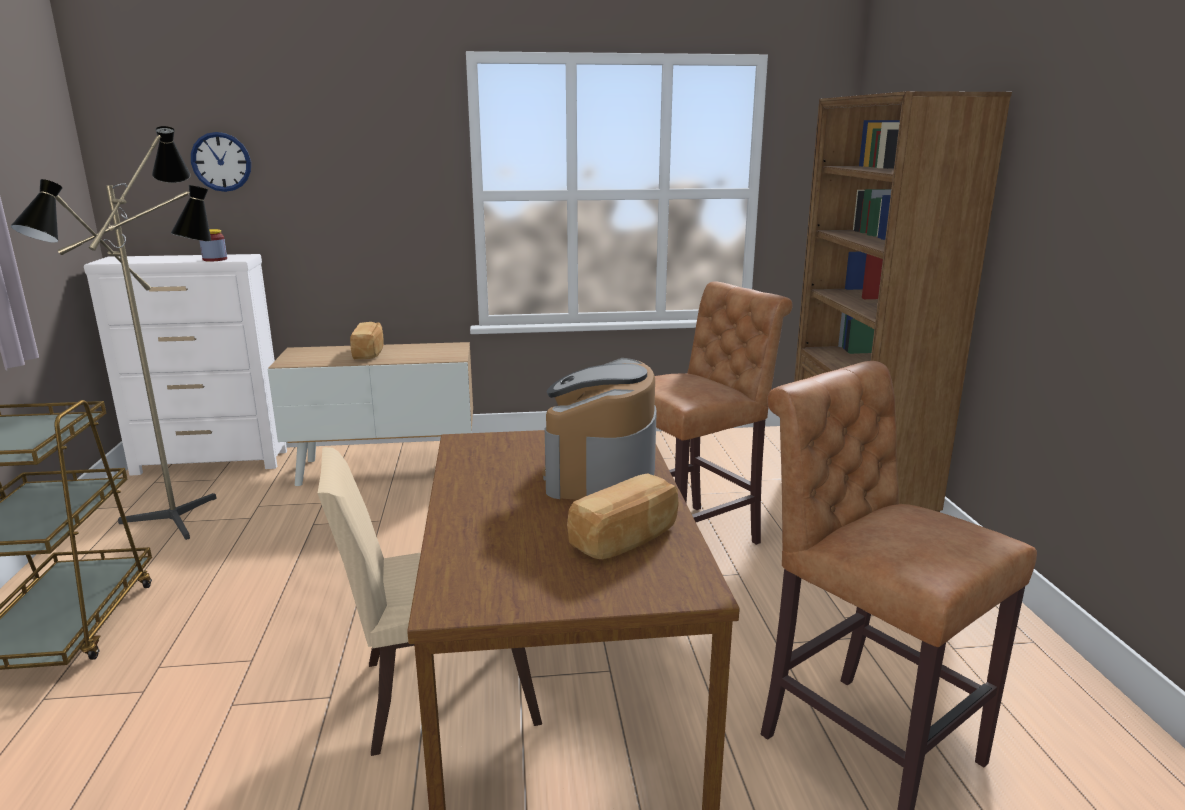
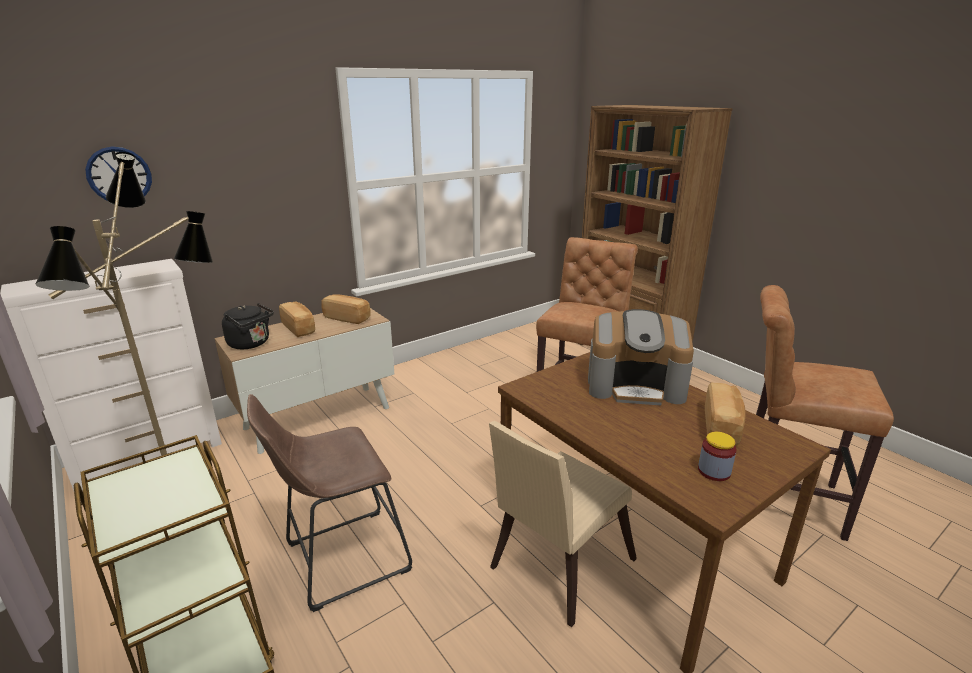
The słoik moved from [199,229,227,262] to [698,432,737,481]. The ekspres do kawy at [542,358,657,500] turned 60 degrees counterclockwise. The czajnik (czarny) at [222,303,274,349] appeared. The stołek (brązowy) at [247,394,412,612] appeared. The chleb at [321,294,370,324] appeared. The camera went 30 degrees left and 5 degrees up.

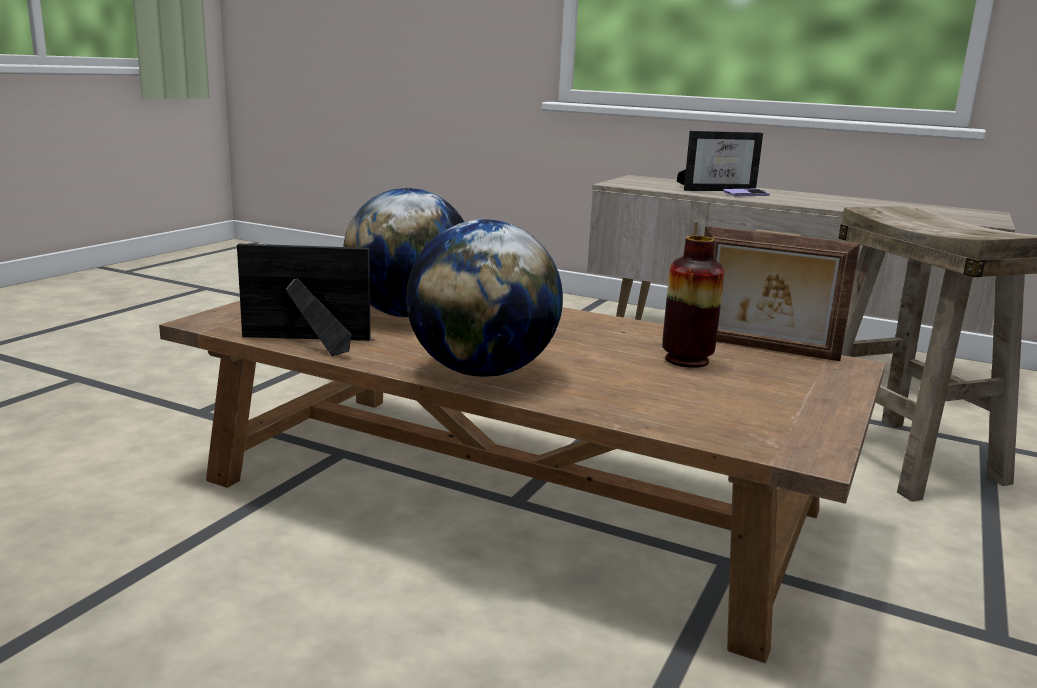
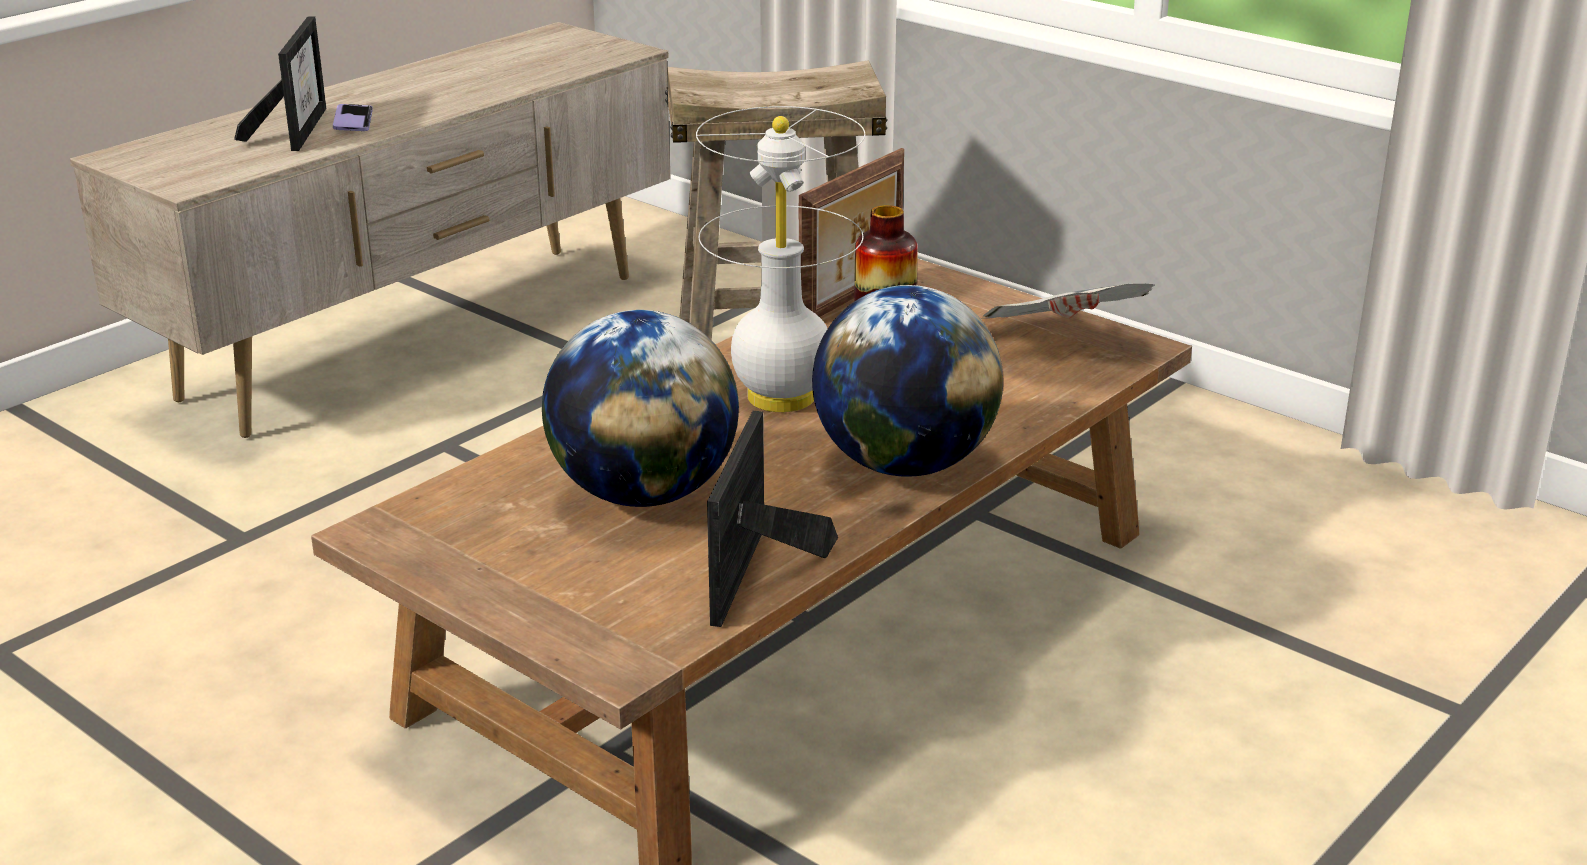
The lampa stołowa (biały) at [696,106,866,412] appeared. The gazeta at [983,284,1155,319] appeared. The camera went 75 degrees left and 10 degrees up.

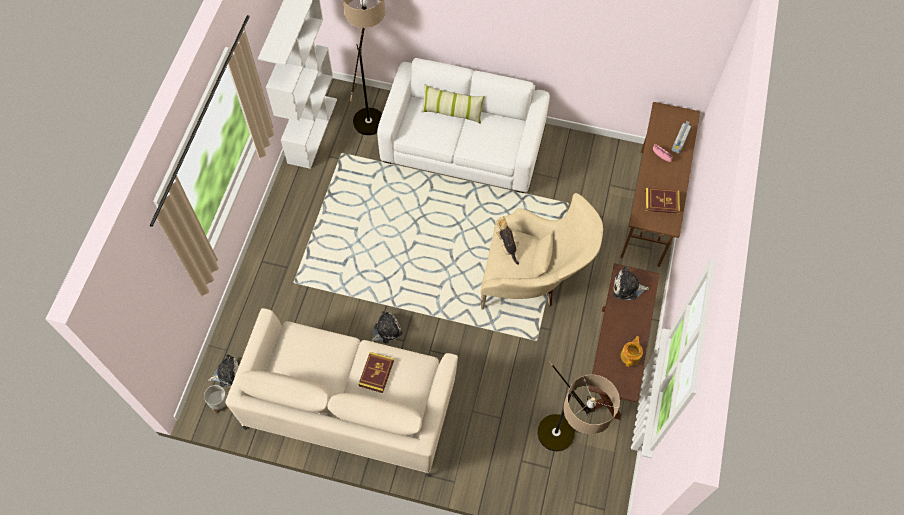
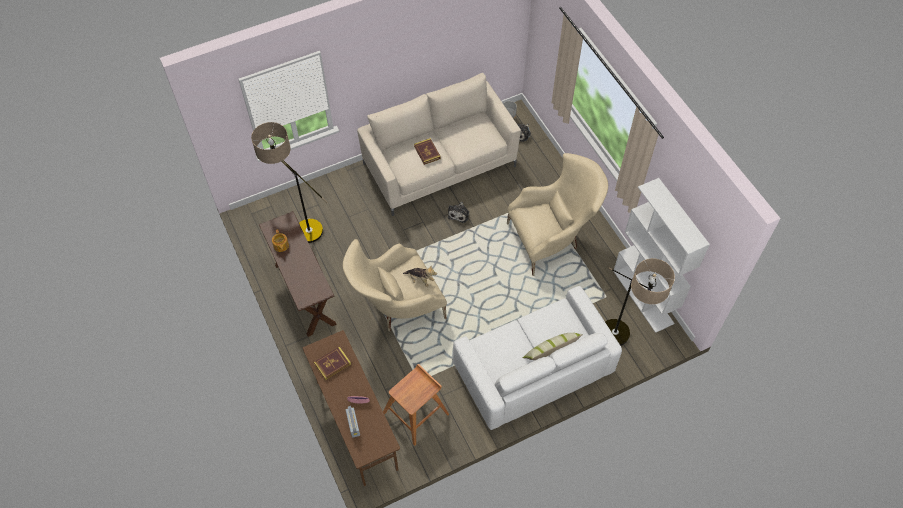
The pluszak at [613,266,649,300] disappeared. The stołek (brązowy) at [383,364,449,446] appeared. The fotel (beżowy) at [507,153,608,276] appeared. The camera went 140 degrees right and 5 degrees down.

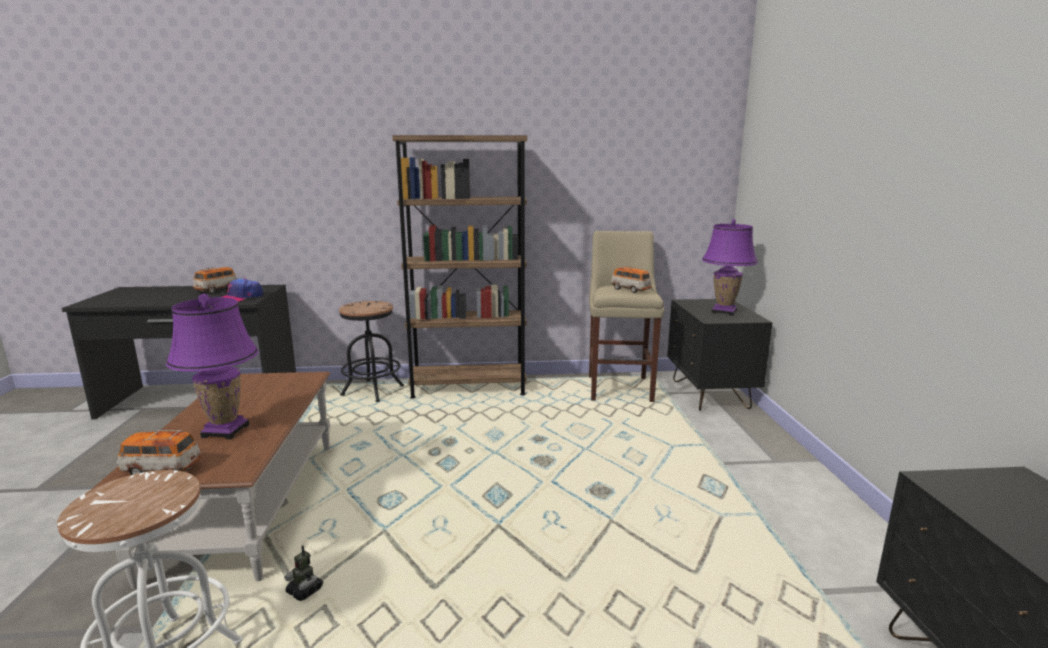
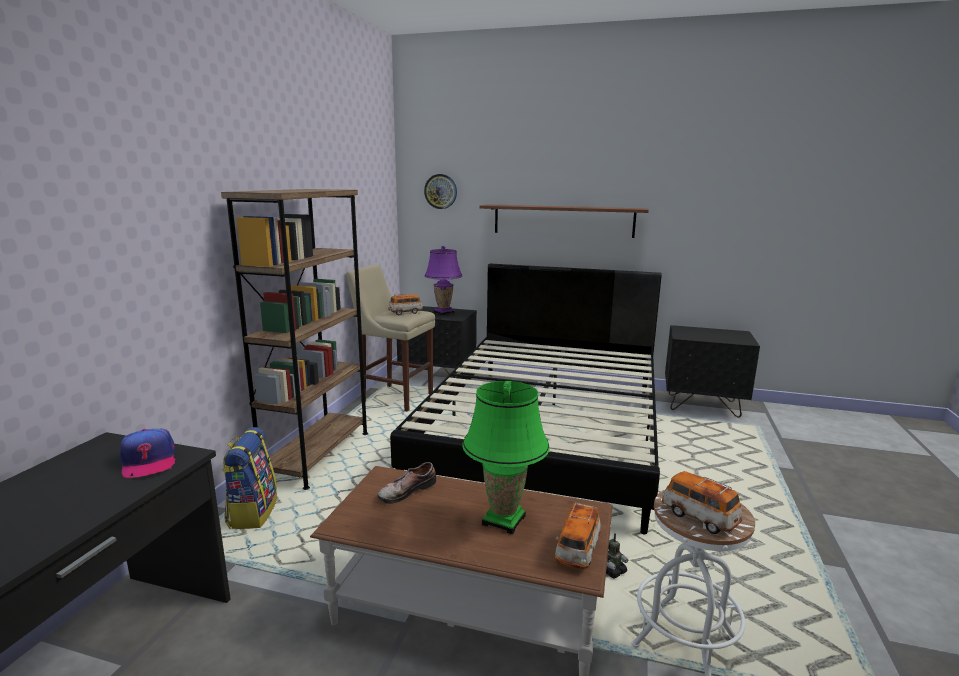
The lampa stołowa (fioletowy) at [166,294,259,439] became the lampa stołowa (zielony) at [462,381,550,534]. The samochodzik moved from [193,267,238,294] to [662,471,742,534]. The stołek (czarny) at [339,301,404,402] was replaced by the plecak at [222,427,277,529]. The but at [377,462,436,504] appeared. The łóżko (czarny) at [390,264,662,535] appeared. The zegar ścienny at [424,174,457,209] appeared. The półka at [479,205,649,238] appeared. The camera went 70 degrees left and 0 degrees up.

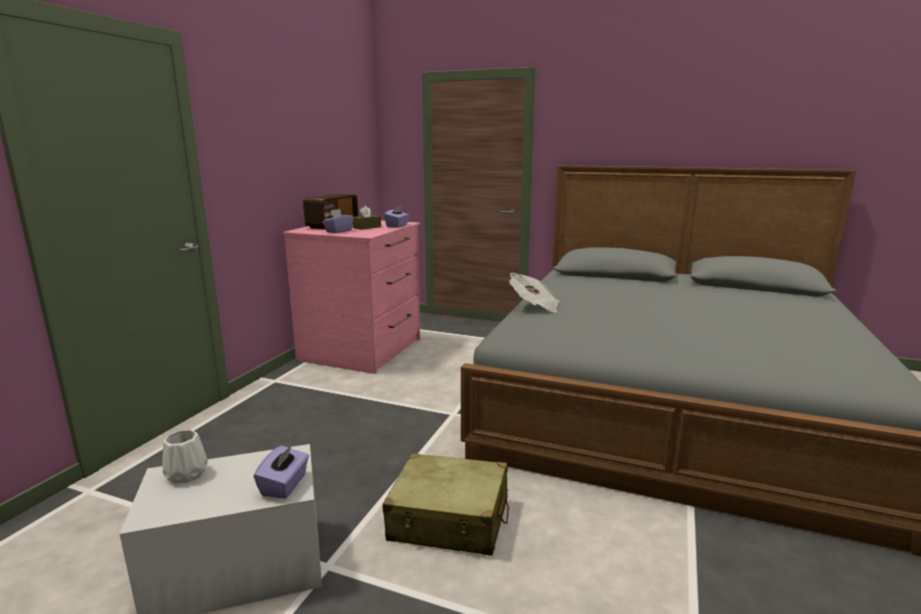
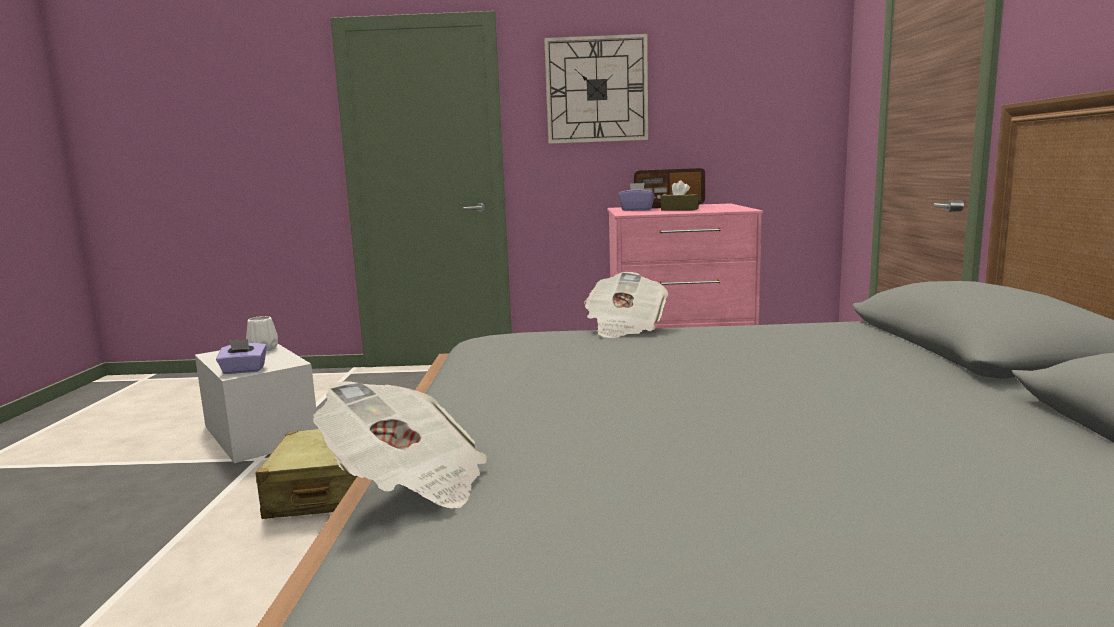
The pudełko chusteczek (fioletowy) at [384,206,409,228] disappeared. The gazeta at [313,381,487,508] appeared. The zegar ścienny at [544,34,648,144] appeared. The camera went 70 degrees right and 5 degrees down.

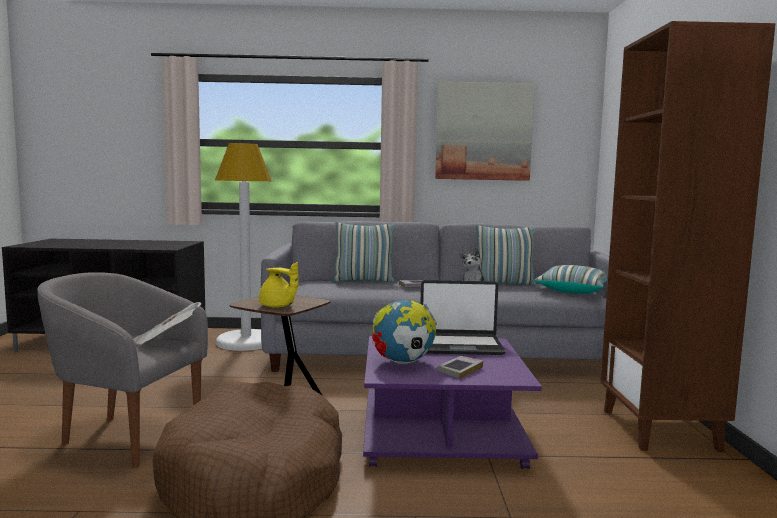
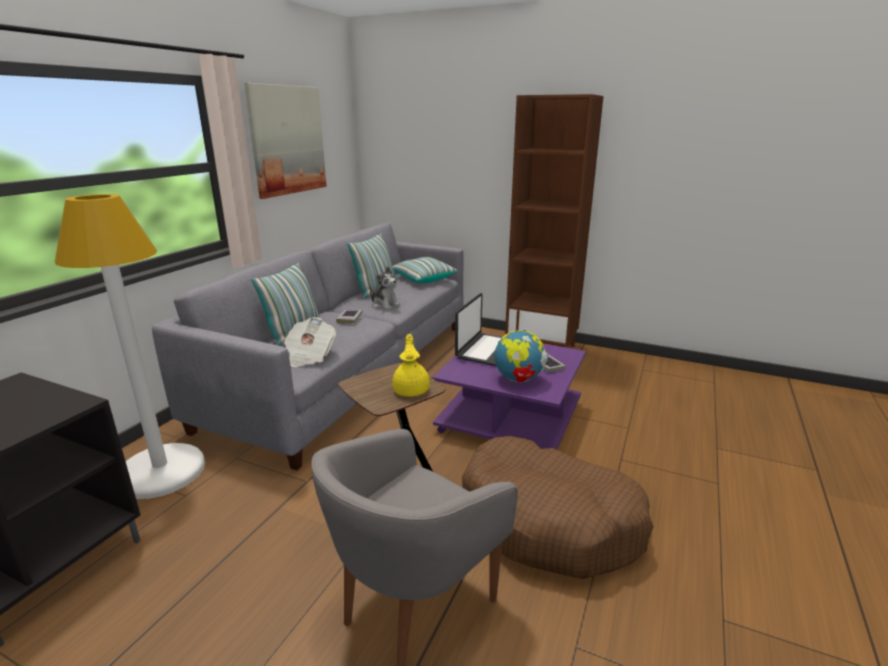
The gazeta moved from [133,302,201,345] to [284,317,336,367]. The imbryk (żółty) at [259,262,299,308] turned 60 degrees counterclockwise. The camera went 65 degrees left and 15 degrees up.

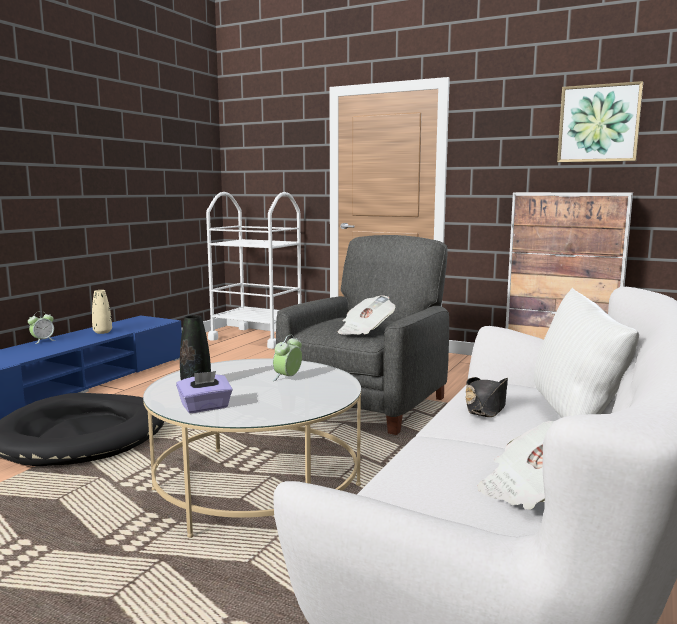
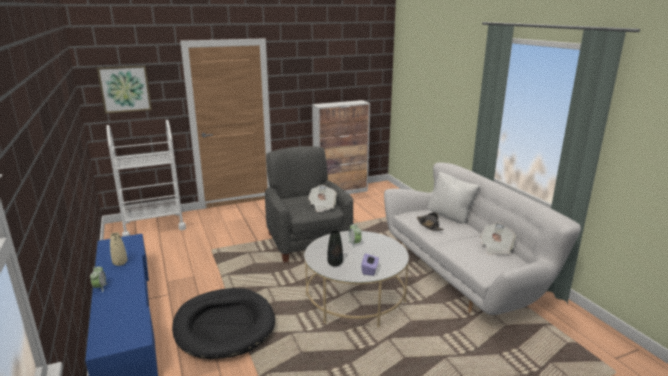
The obraz moved from [557,81,643,163] to [97,66,152,114]. The camera went 50 degrees left and 10 degrees up.

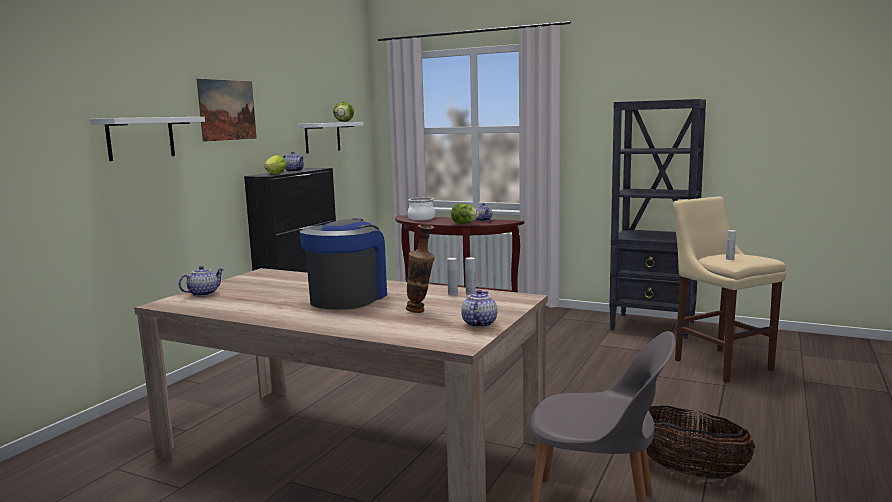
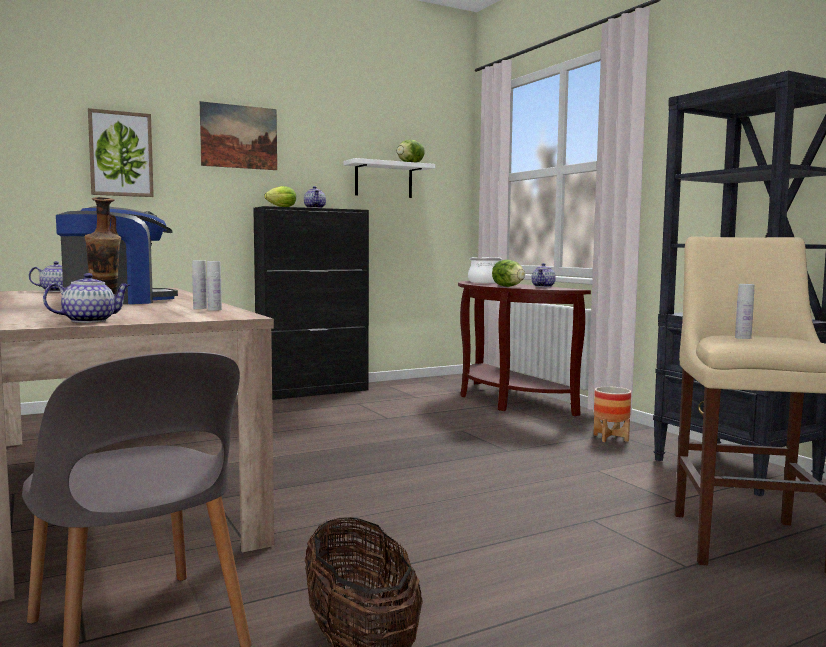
The półka (biały) at [90,117,205,161] was replaced by the obraz at [88,108,154,197]. The donica at [593,386,631,442] appeared. The camera went 35 degrees right and 5 degrees down.

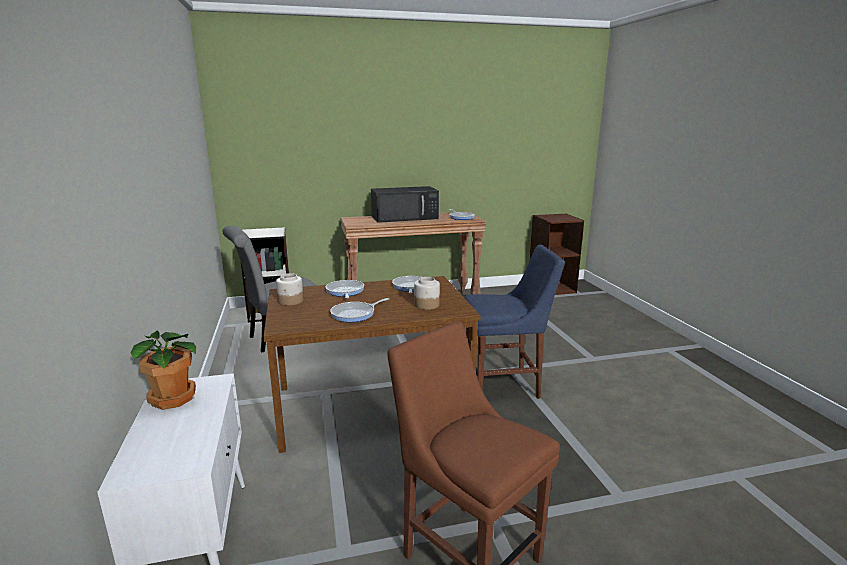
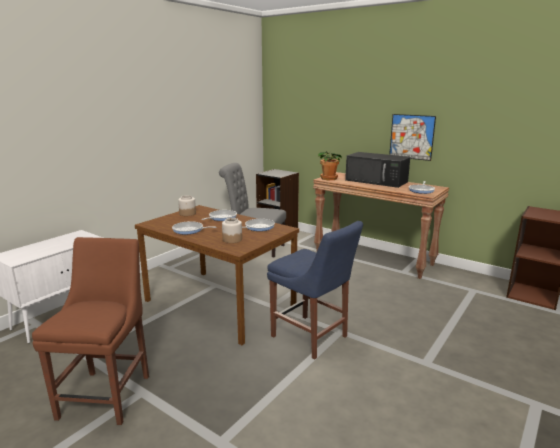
The roślina doniczkowa moved from [131,331,196,410] to [318,151,342,180]. The obraz at [389,114,436,161] appeared. The camera went 50 degrees right and 0 degrees up.

